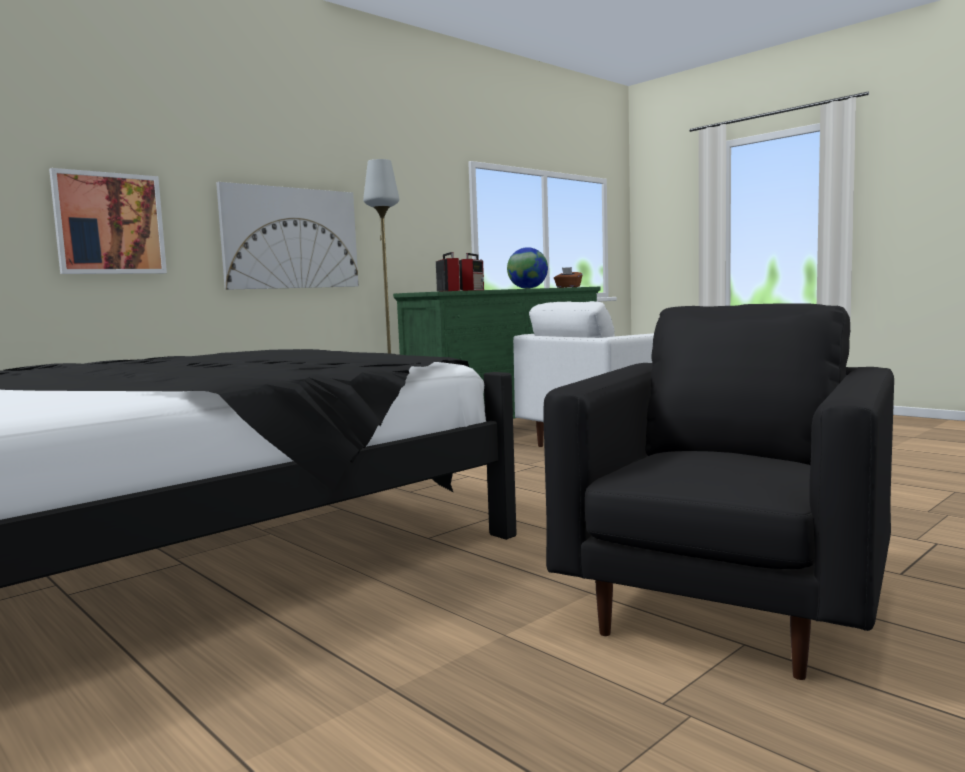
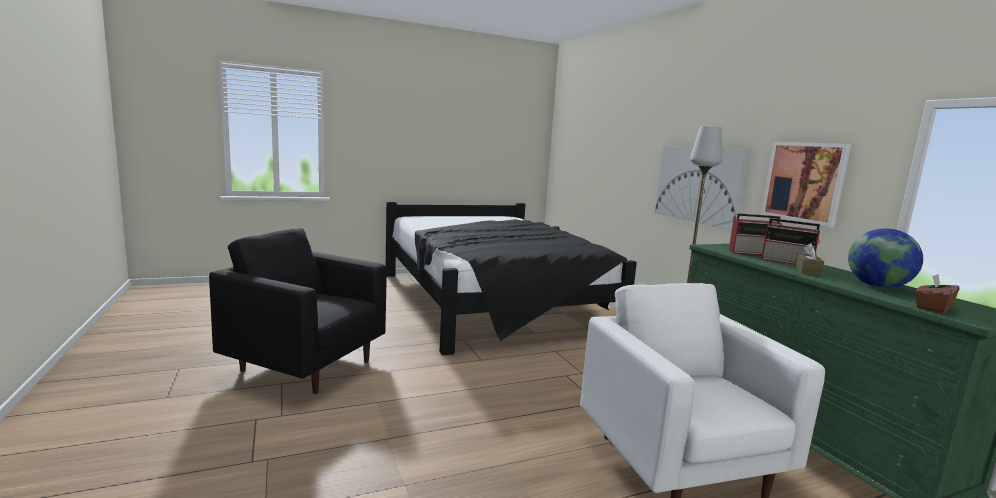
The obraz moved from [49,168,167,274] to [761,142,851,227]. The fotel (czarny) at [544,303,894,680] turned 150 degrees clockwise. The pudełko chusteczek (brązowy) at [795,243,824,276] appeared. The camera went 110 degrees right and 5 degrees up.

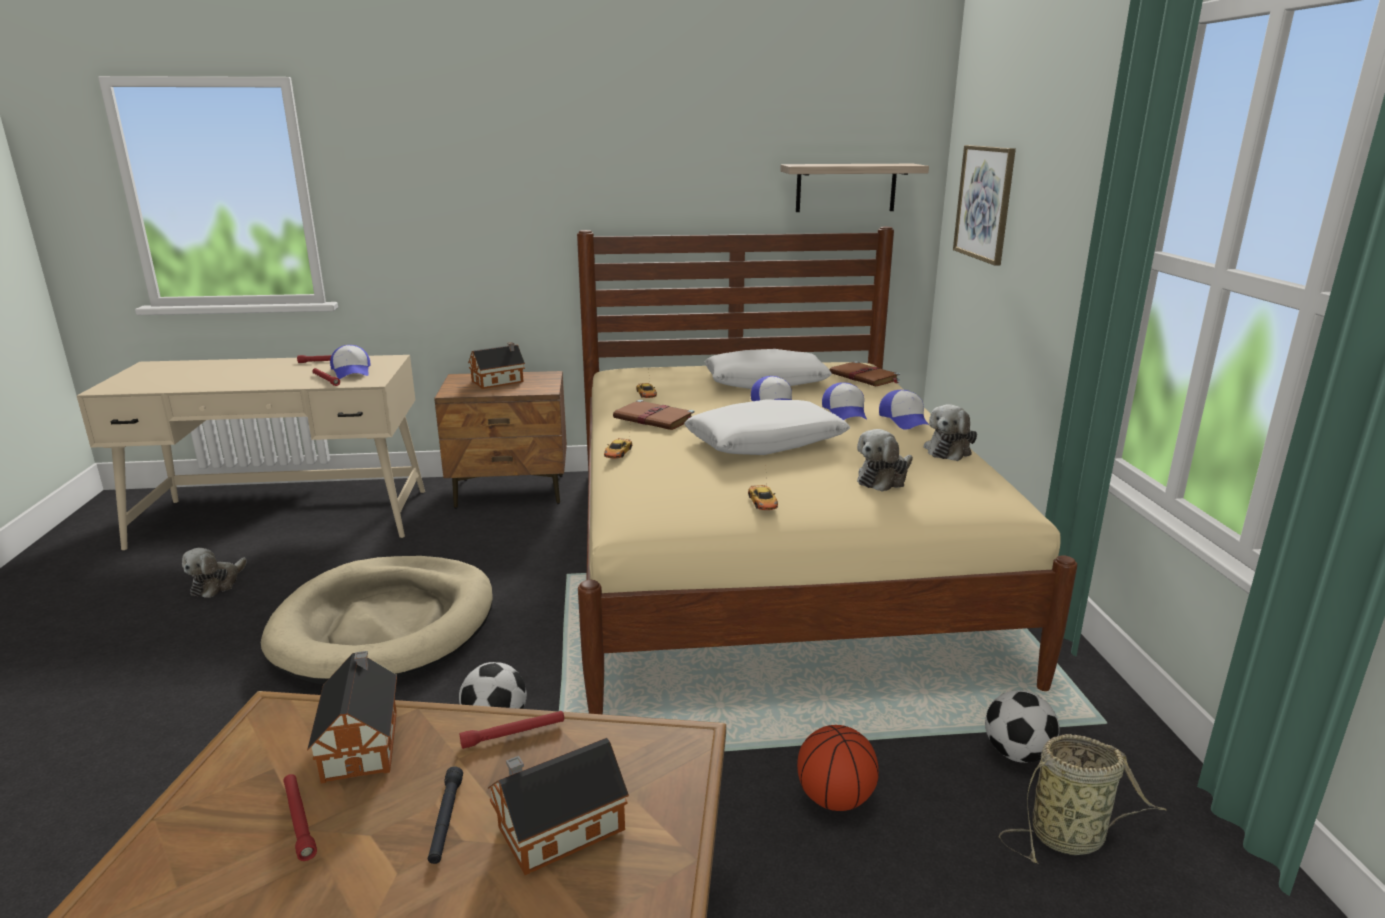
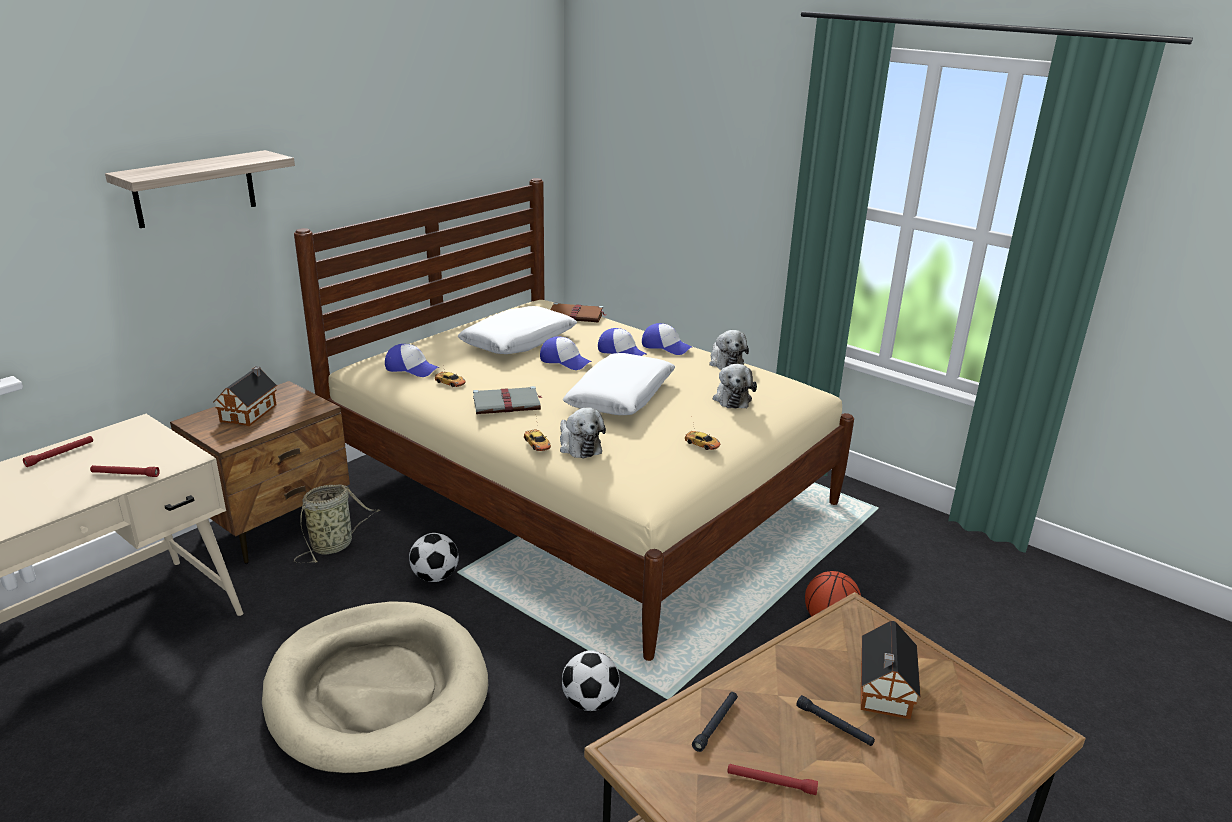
The pluszak moved from [182,548,247,598] to [560,408,606,459]. The domek at [307,651,397,784] was replaced by the latarka (czarny) at [692,692,738,752]. The czapka z daszkiem moved from [330,345,371,379] to [385,344,440,377]. The latarka (czerwony) at [460,711,564,749] disappeared. The książka (brązowy) at [613,400,695,430] became the książka (szary) at [473,386,543,414]. The półka moved from [780,164,929,212] to [105,150,295,228]. The obraz at [953,145,1016,266] disappeared. The piłka futbolowa moved from [985,690,1060,763] to [409,533,459,582]. The koszyk moved from [999,734,1167,864] to [294,484,380,563]. The camera went 45 degrees left and 5 degrees up.

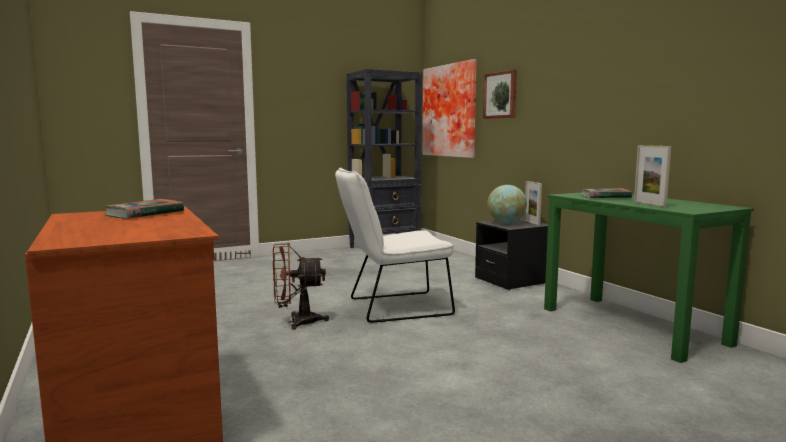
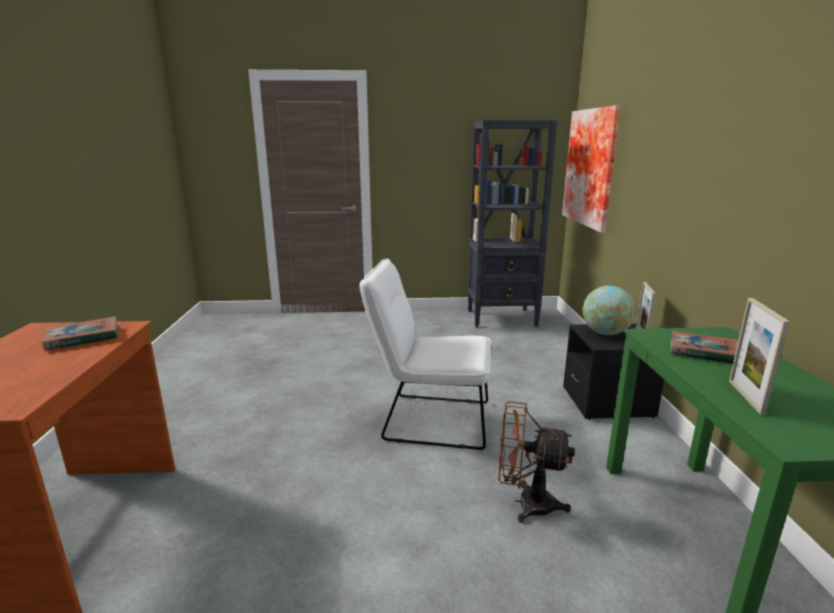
The wentylator (brązowy) moved from [273,243,329,330] to [498,401,575,523]. The obraz at [483,70,517,119] disappeared. The camera went 25 degrees right and 10 degrees up.

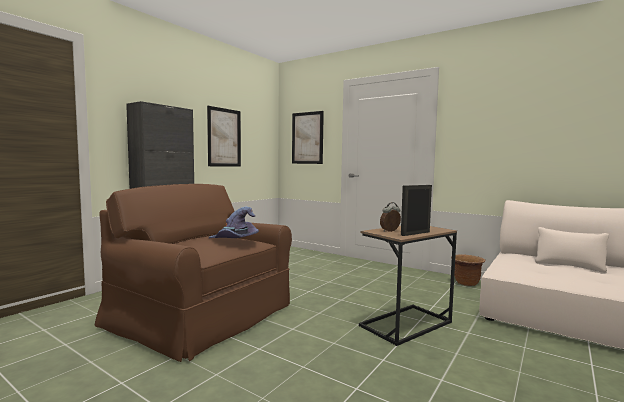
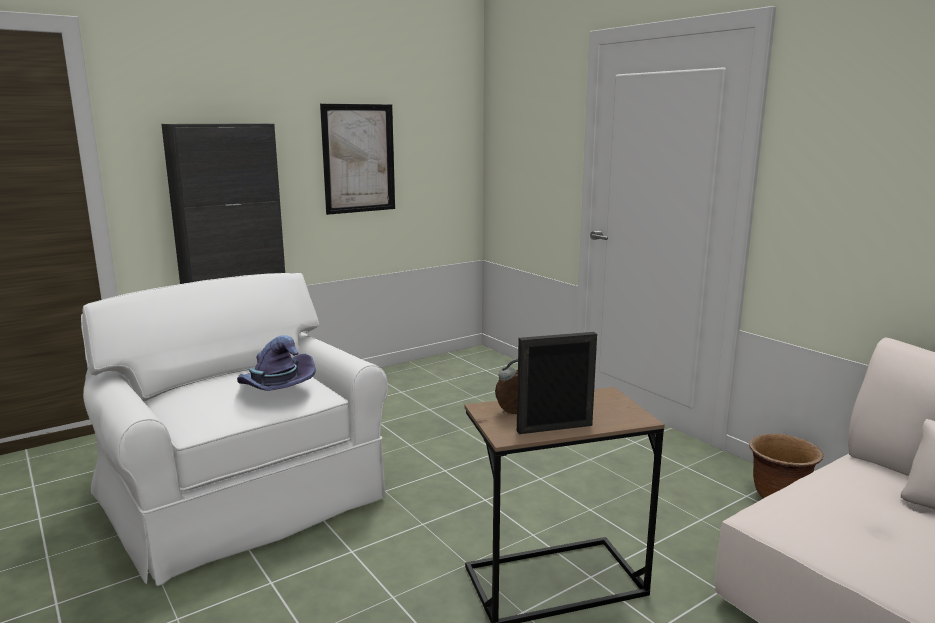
The fotel (brązowy) at [95,184,292,362] became the fotel (biały) at [81,273,388,586]. The obraz at [292,111,324,164] disappeared. The camera went 20 degrees right and 10 degrees up.

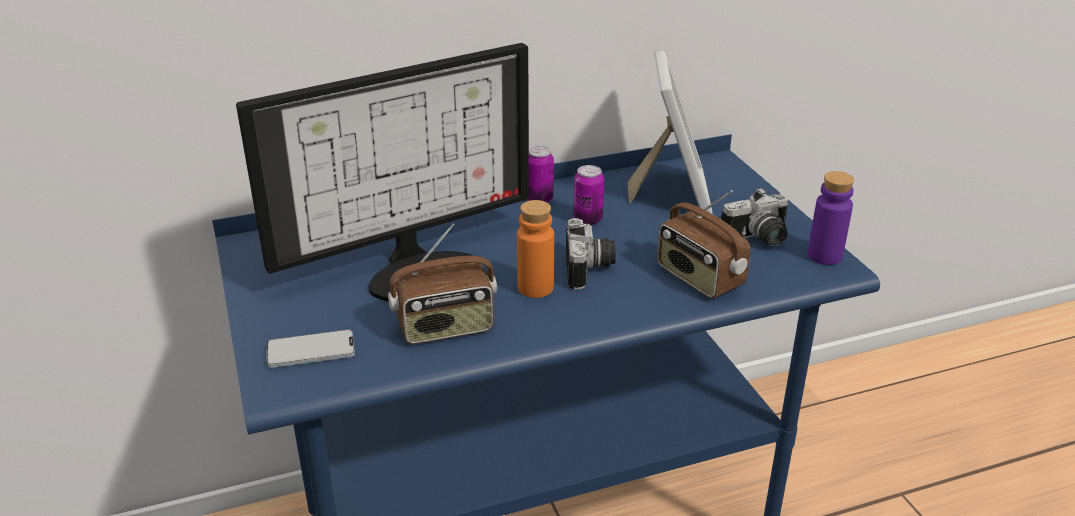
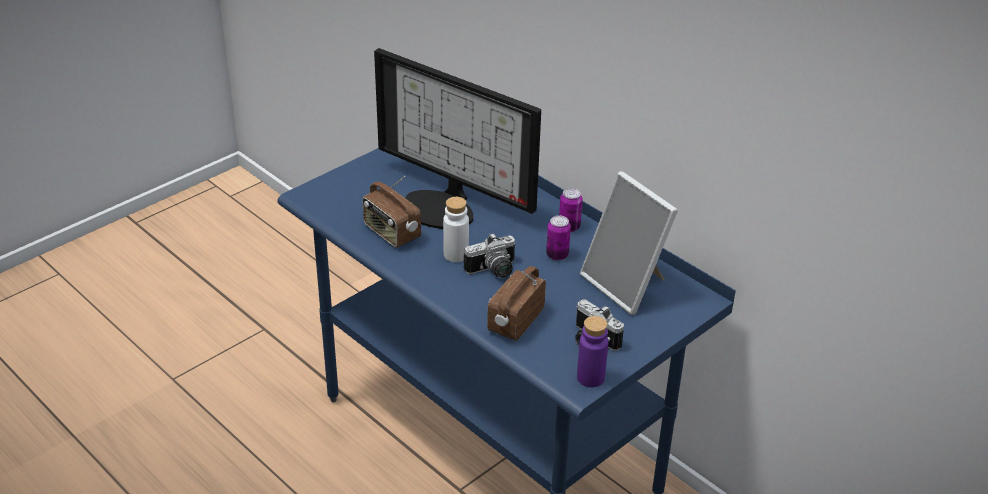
The telefon at [267,329,355,368] disappeared. The butelka (pomarańczowy) at [517,200,554,298] became the butelka (biały) at [443,197,469,262]. The ramka na zdjęcie at [627,50,713,214] turned 75 degrees clockwise. The camera went 65 degrees right and 5 degrees up.

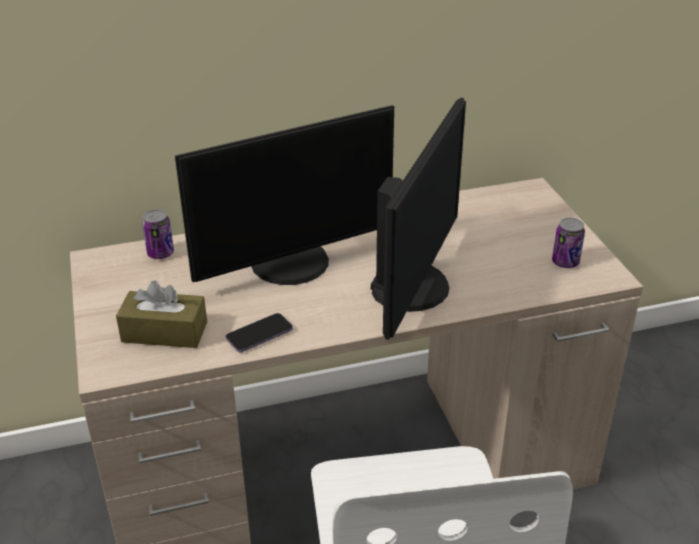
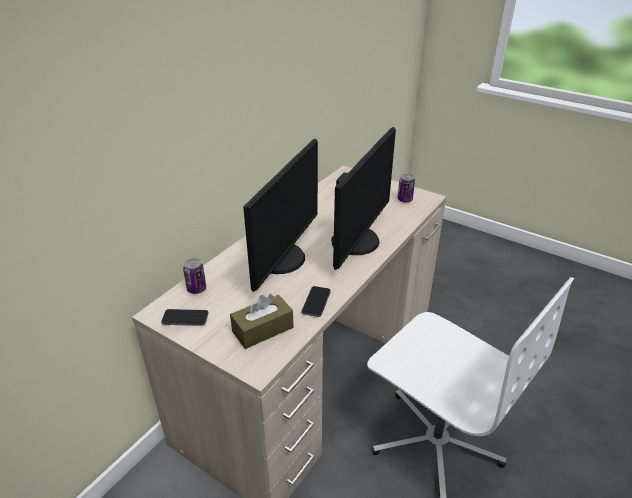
The monitor at [371,98,466,340] turned 45 degrees clockwise. The telefon at [161,309,208,326] appeared. The camera went 40 degrees left and 0 degrees up.

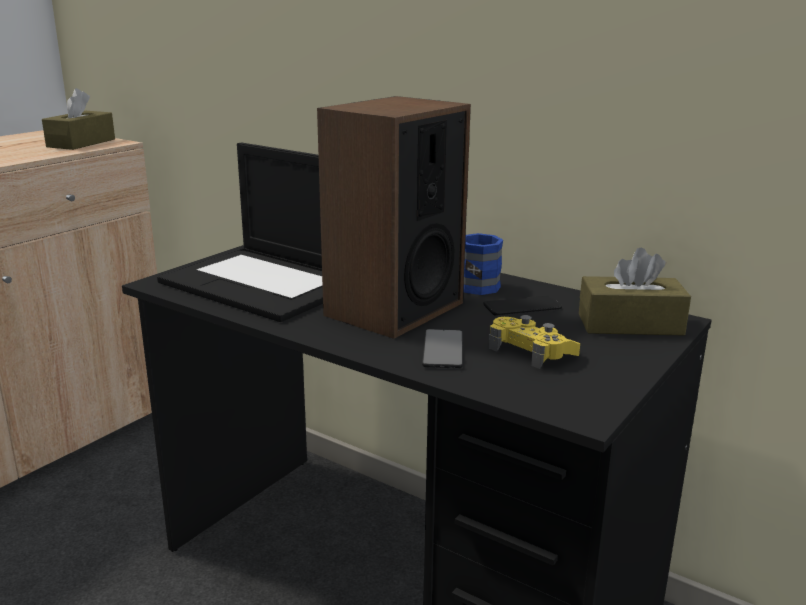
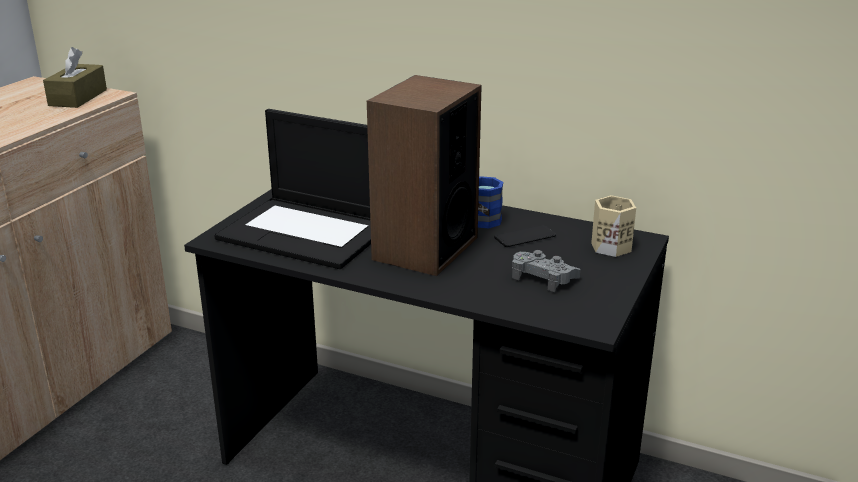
The telefon at [422,329,463,369] disappeared. The pad do gier (żółty) at [489,315,580,369] became the pad do gier (szary) at [512,250,580,292]. The pudełko chusteczek (brązowy) at [579,248,691,335] was replaced by the kubek (beżowy) at [591,195,636,257]. The camera went 10 degrees left and 5 degrees up.

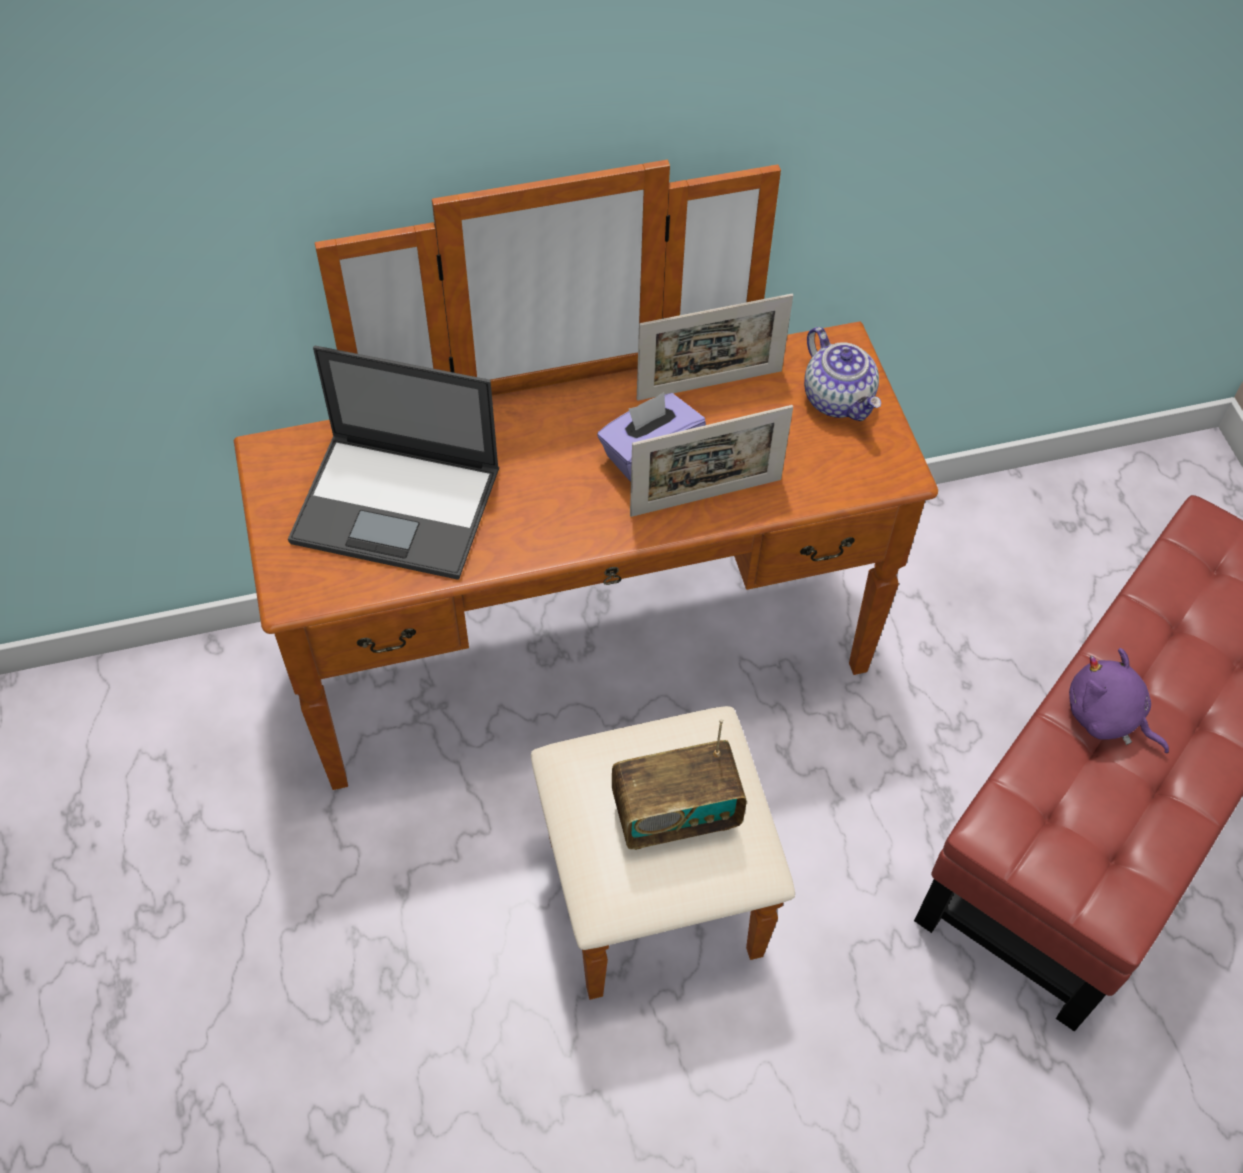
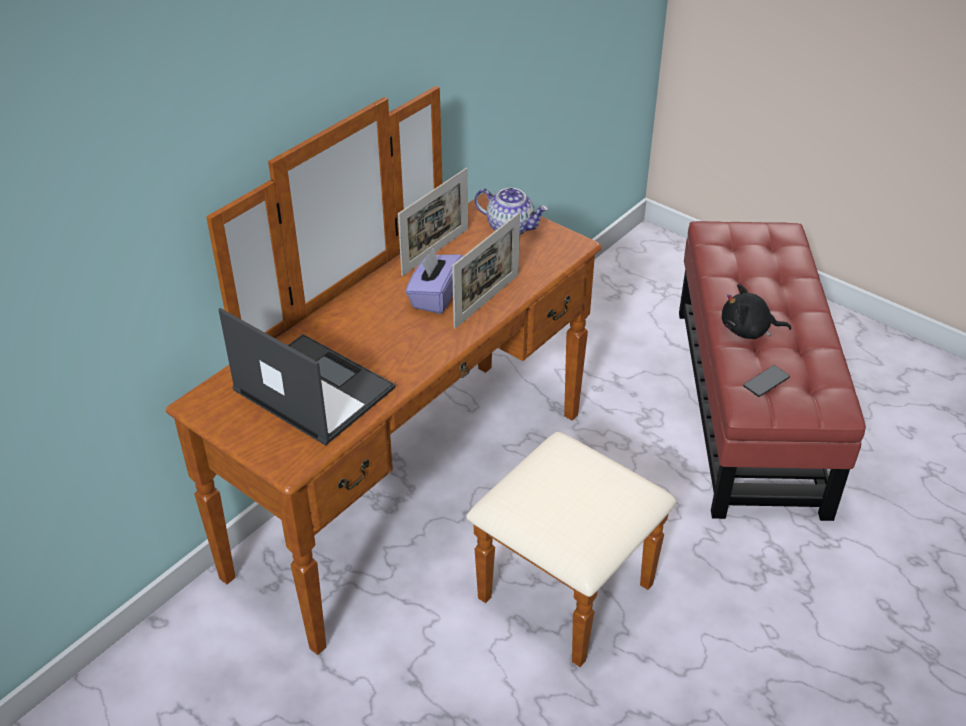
The laptop at [288,346,499,580] turned 120 degrees counterclockwise. The radio at [612,719,747,850] disappeared. The pluszak (fioletowy) at [1069,648,1169,753] became the pluszak (czarny) at [721,284,791,339]. The telefon at [743,365,790,397] appeared. The camera went 35 degrees left and 15 degrees down.

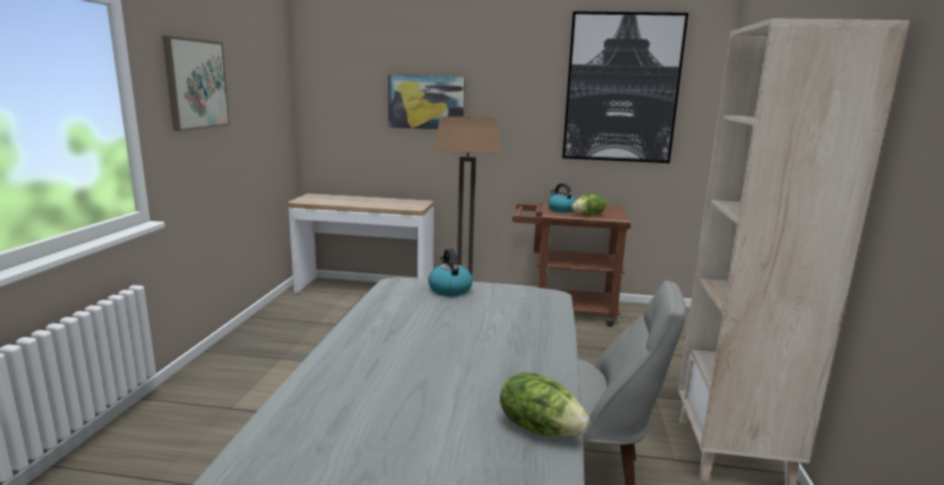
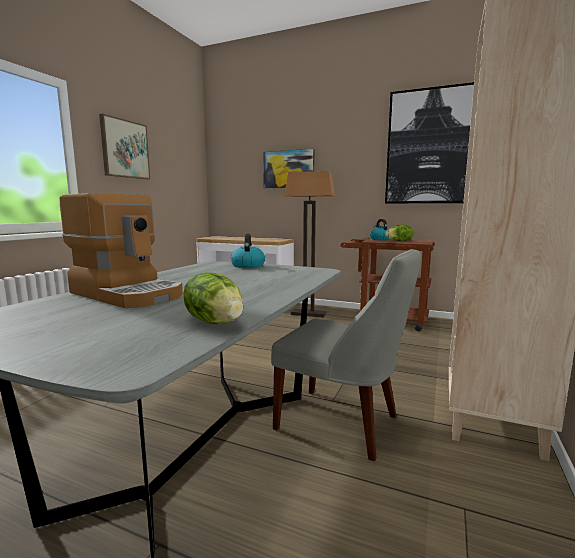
The ekspres do kawy at [60,193,183,308] appeared. The camera went 15 degrees right and 5 degrees down.

